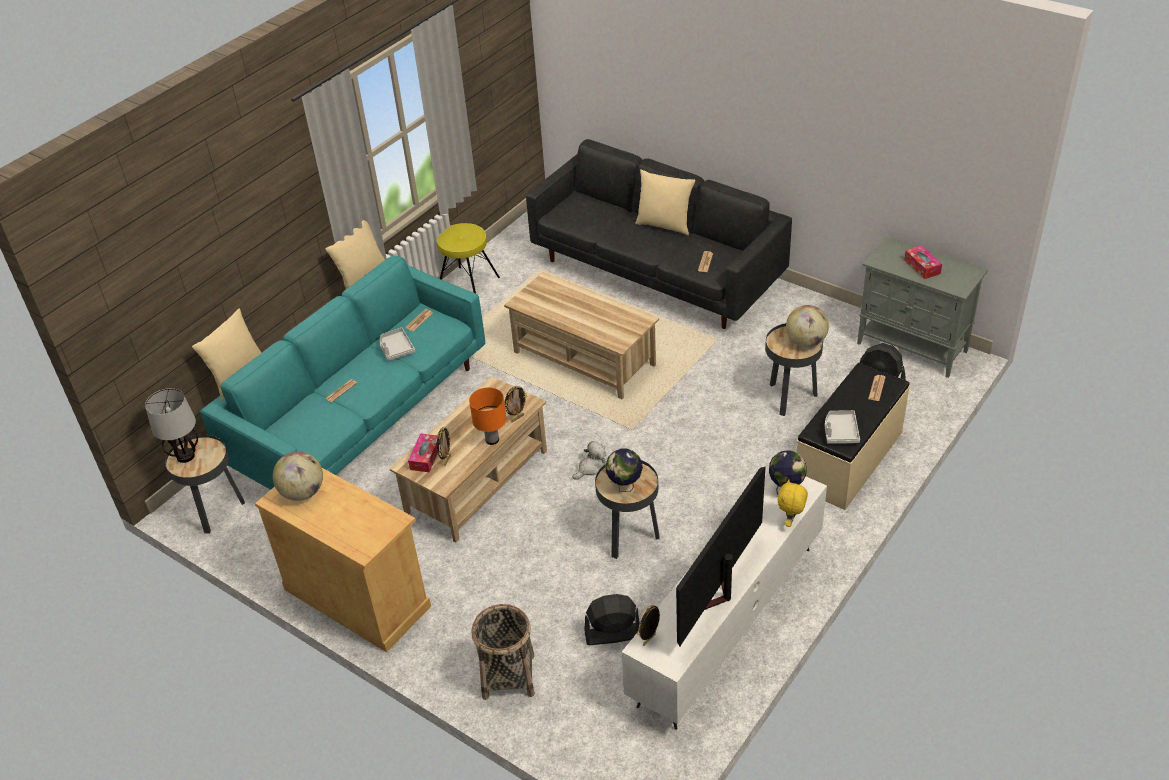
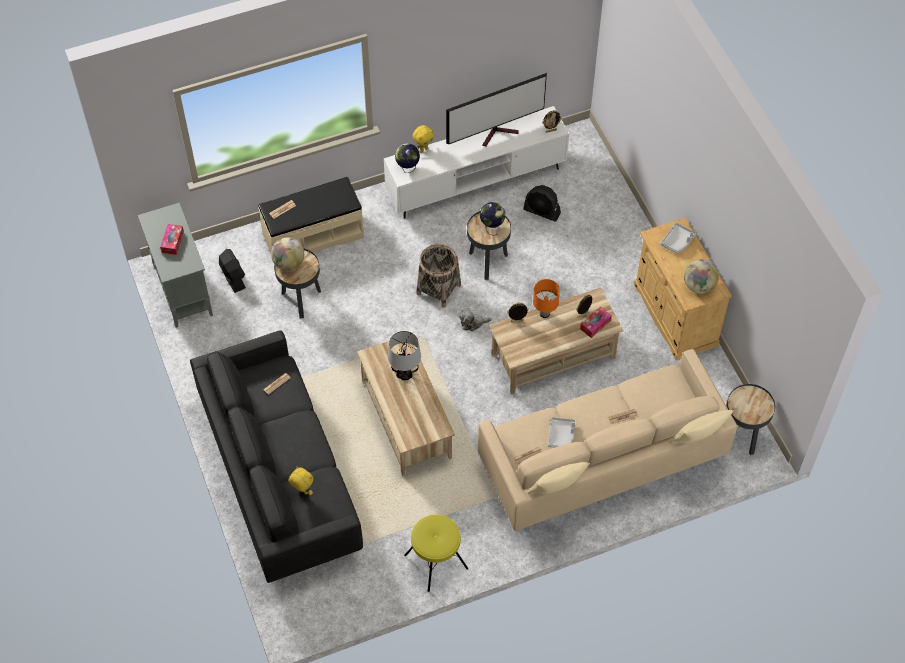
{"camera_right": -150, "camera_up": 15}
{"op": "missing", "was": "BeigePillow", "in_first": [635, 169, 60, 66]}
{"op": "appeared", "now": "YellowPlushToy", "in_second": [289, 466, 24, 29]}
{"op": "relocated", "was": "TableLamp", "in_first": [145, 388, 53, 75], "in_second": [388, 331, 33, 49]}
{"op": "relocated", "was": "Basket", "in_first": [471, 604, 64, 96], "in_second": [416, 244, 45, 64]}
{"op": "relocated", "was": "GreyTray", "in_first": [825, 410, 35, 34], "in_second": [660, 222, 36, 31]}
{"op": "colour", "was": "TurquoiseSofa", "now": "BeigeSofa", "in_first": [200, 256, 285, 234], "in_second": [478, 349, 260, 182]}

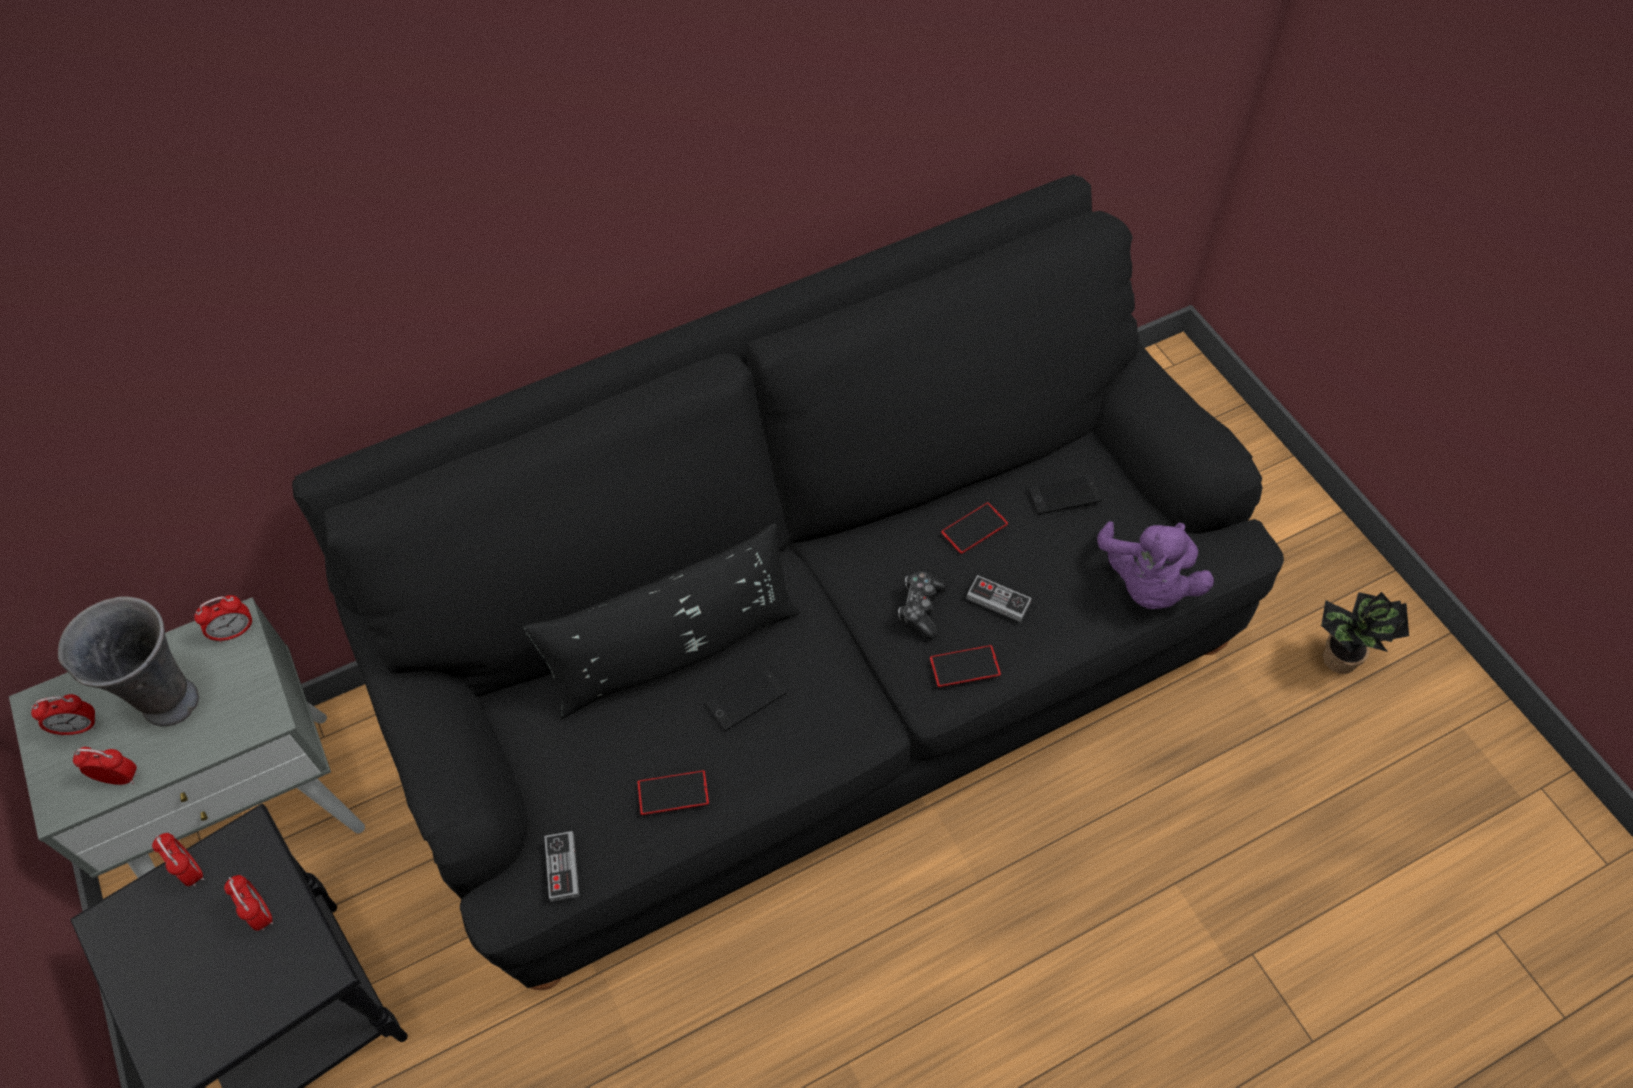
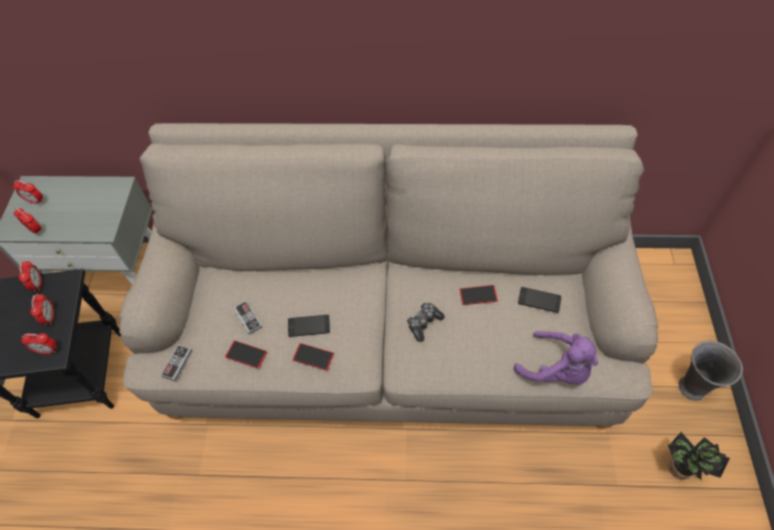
{"camera_right": 30, "camera_up": 0}
{"op": "missing", "was": "BlackPillow", "in_first": [523, 523, 277, 196]}
{"op": "relocated", "was": "GreyVase", "in_first": [58, 596, 141, 130], "in_second": [678, 341, 65, 59]}
{"op": "relocated", "was": "AlarmClock", "in_first": [194, 595, 58, 48], "in_second": [21, 333, 36, 21]}
{"op": "relocated", "was": "Phone", "in_first": [930, 645, 71, 42], "in_second": [292, 343, 42, 28]}
{"op": "relocated", "was": "GameController", "in_first": [966, 575, 66, 47], "in_second": [233, 301, 29, 34]}
{"op": "colour", "was": "BlackSofa", "now": "BeigeSofa", "in_first": [292, 174, 992, 816], "in_second": [119, 123, 539, 306]}
{"op": "spun", "was": "PurplePlushToy", "in_first": [1097, 521, 117, 88], "in_second": [514, 331, 84, 54], "clockwise": -90}

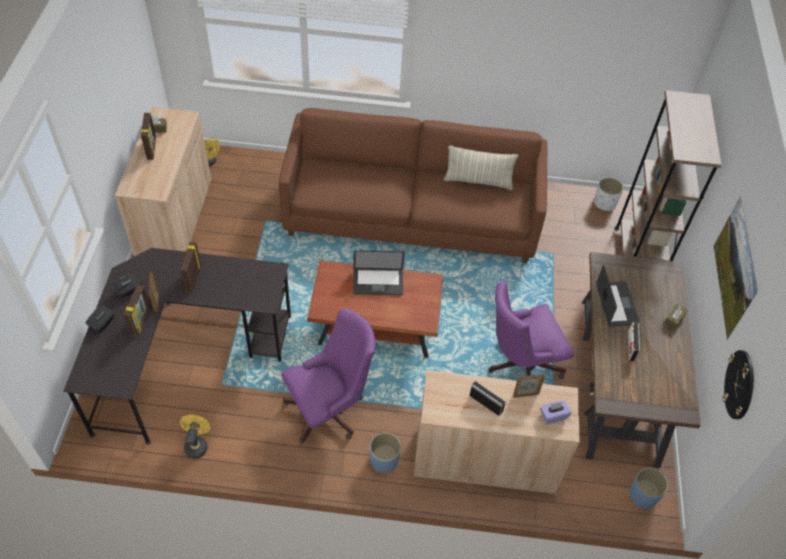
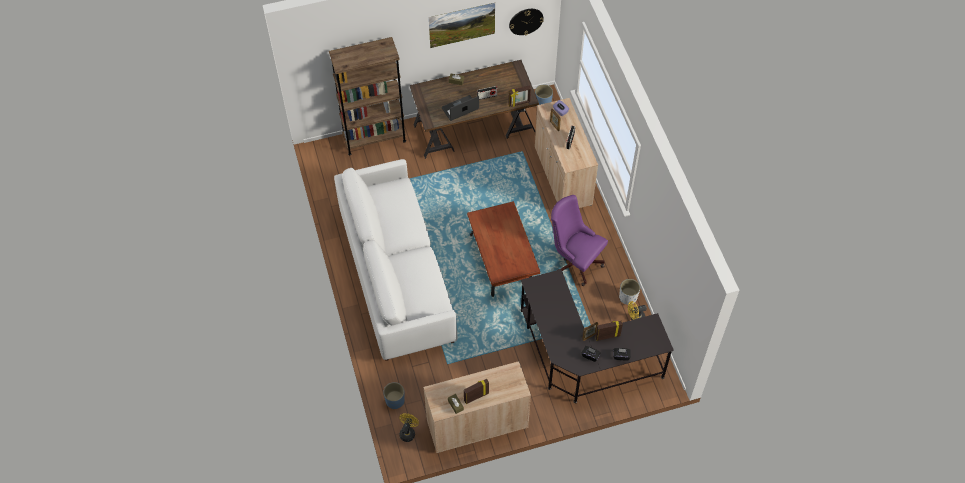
{"camera_right": -110, "camera_up": 5}
{"op": "missing", "was": "Laptop", "in_first": [353, 250, 52, 45]}
{"op": "missing", "was": "Pillow", "in_first": [443, 145, 76, 45]}
{"op": "missing", "was": "PurpleOfficeChair", "in_first": [488, 281, 86, 98]}
{"op": "relocated", "was": "PictureFrame", "in_first": [180, 241, 21, 51], "in_second": [508, 85, 23, 22]}
{"op": "relocated", "was": "BluePlanter", "in_first": [369, 432, 32, 41], "in_second": [383, 382, 22, 27]}
{"op": "relocated", "was": "WhitePlanter", "in_first": [594, 177, 30, 35], "in_second": [619, 279, 21, 26]}
{"op": "colour", "was": "BrownSofa", "now": "WhiteSofa", "in_first": [279, 108, 268, 155], "in_second": [334, 159, 123, 202]}

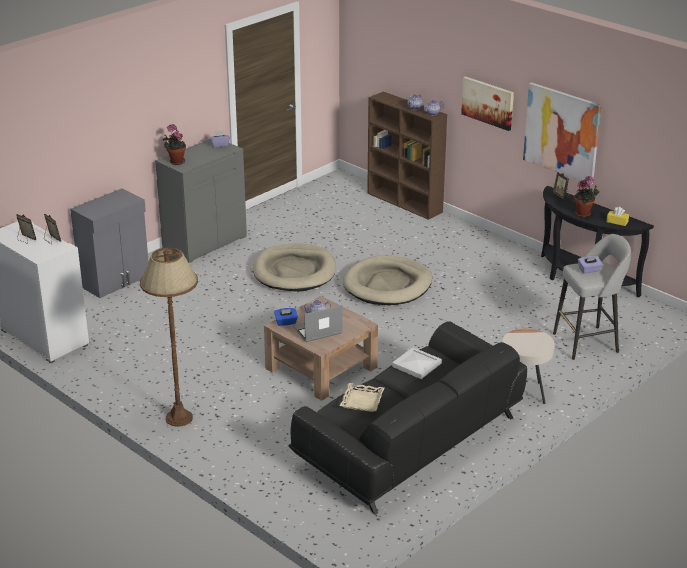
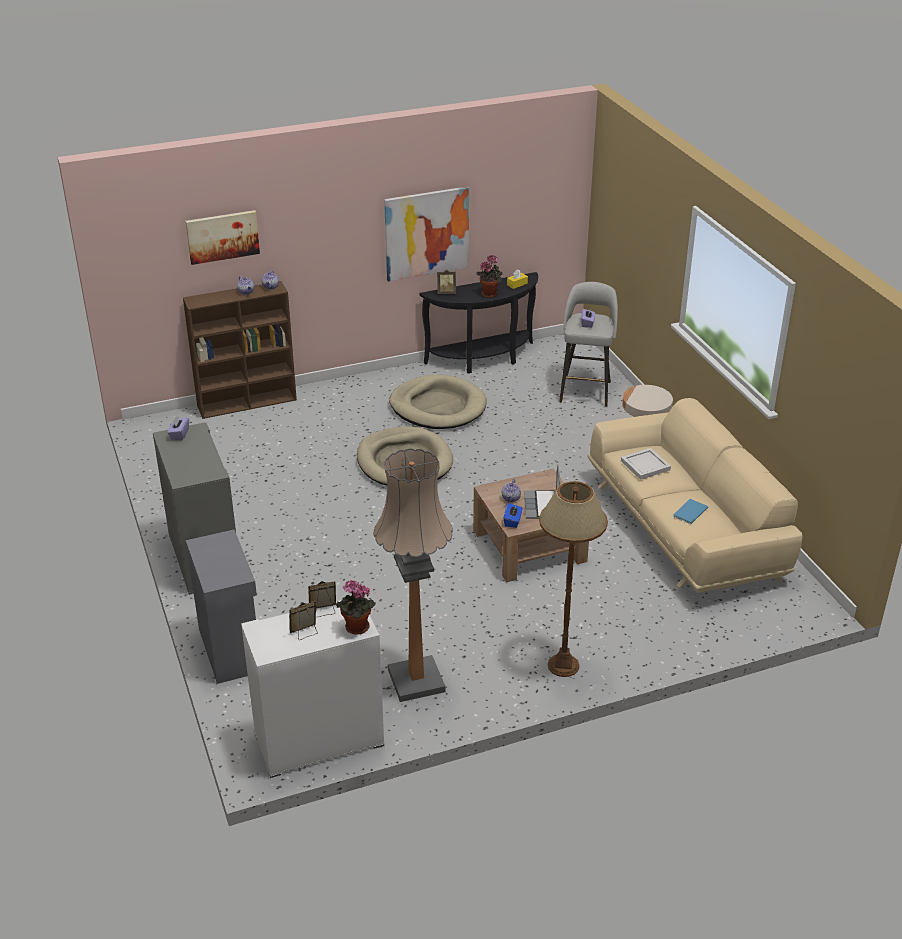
{"camera_right": -65, "camera_up": 5}
{"op": "appeared", "now": "FloorLamp", "in_second": [374, 448, 79, 254]}
{"op": "relocated", "was": "PottedPlant", "in_first": [162, 124, 24, 41], "in_second": [336, 580, 40, 55]}
{"op": "relocated", "was": "BeigeDogBed", "in_first": [253, 244, 83, 48], "in_second": [389, 375, 98, 54]}
{"op": "relocated", "was": "Picture", "in_first": [461, 76, 53, 55], "in_second": [185, 210, 75, 55]}
{"op": "exchanged", "was": "BeigeTray", "now": "BlueBook", "in_first": [339, 383, 45, 29], "in_second": [673, 499, 35, 25]}
{"op": "colour", "was": "BlackSofa", "now": "BeigeSofa", "in_first": [289, 321, 238, 193], "in_second": [588, 398, 215, 195]}

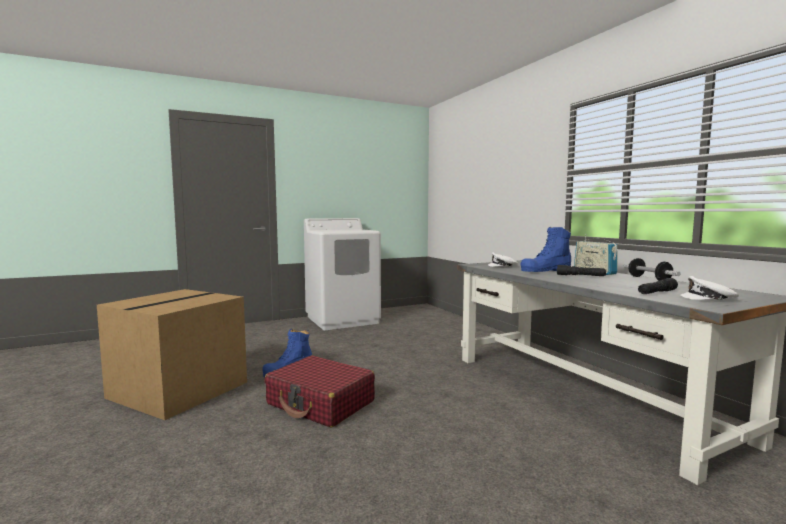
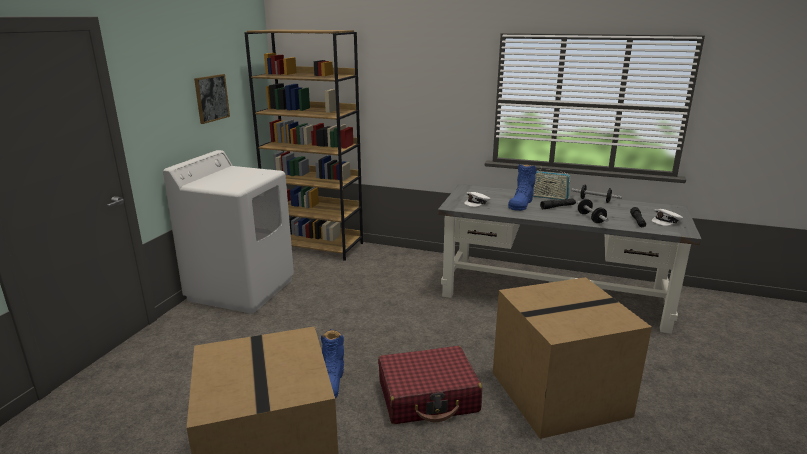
{"camera_right": -45, "camera_up": 15}
{"op": "appeared", "now": "Picture", "in_second": [194, 74, 36, 50]}
{"op": "appeared", "now": "BrownBookcase", "in_second": [244, 30, 119, 231]}
{"op": "appeared", "now": "CardboardBox", "in_second": [493, 277, 159, 162]}
{"op": "appeared", "now": "Dumbbell", "in_second": [577, 199, 31, 24]}

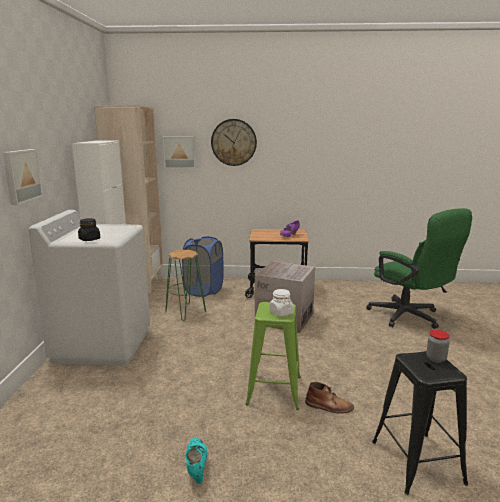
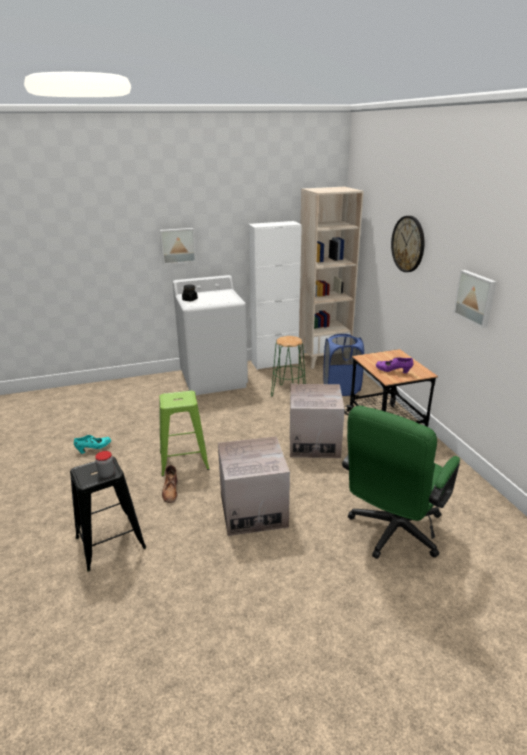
{"camera_right": 70, "camera_up": 10}
{"op": "missing", "was": "WhiteJar", "in_first": [269, 289, 24, 28]}
{"op": "appeared", "now": "CardboardBox", "in_second": [218, 436, 72, 100]}
{"op": "relocated", "was": "Picture", "in_first": [163, 136, 33, 33], "in_second": [454, 270, 43, 58]}

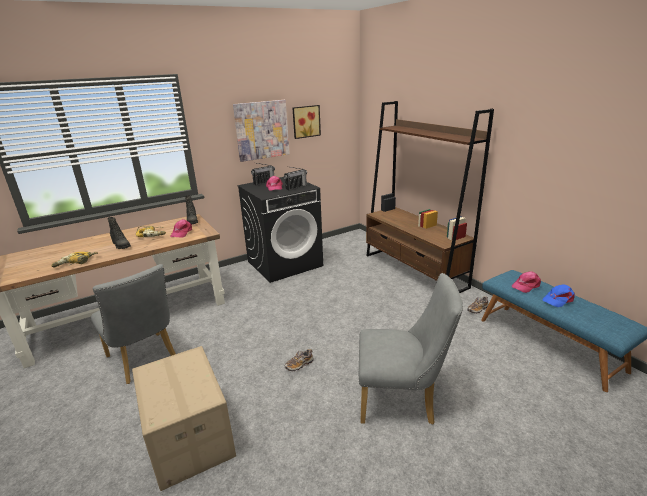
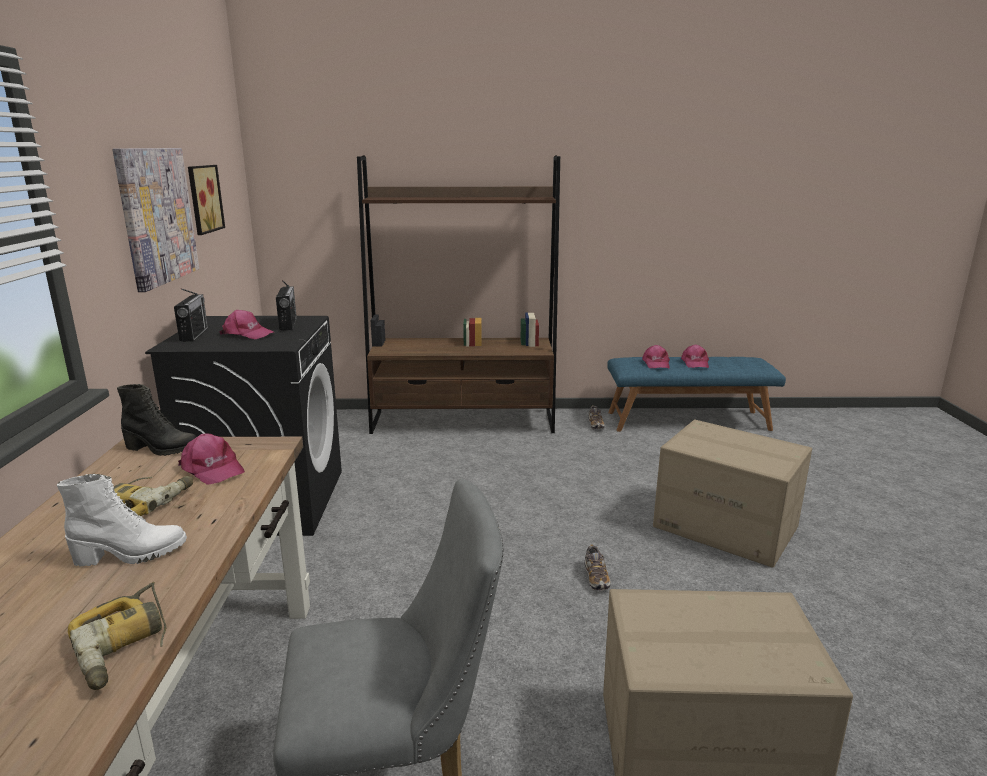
{"camera_right": -60, "camera_up": -5}
{"op": "exchanged", "was": "GreyChair", "now": "CardboardBox", "in_first": [359, 273, 104, 151], "in_second": [653, 420, 159, 148]}
{"op": "colour", "was": "BlackBoot", "now": "WhiteBoot", "in_first": [107, 217, 24, 32], "in_second": [57, 474, 130, 92]}
{"op": "colour", "was": "BlueCap", "now": "PinkCap", "in_first": [543, 284, 32, 23], "in_second": [681, 344, 28, 24]}

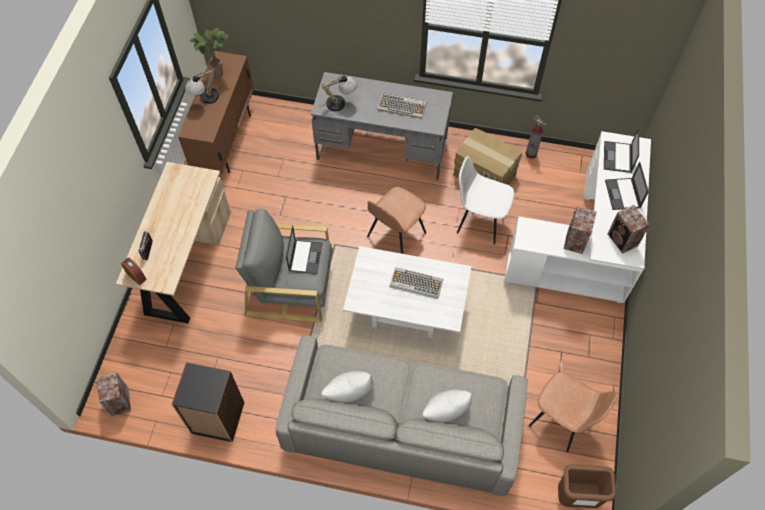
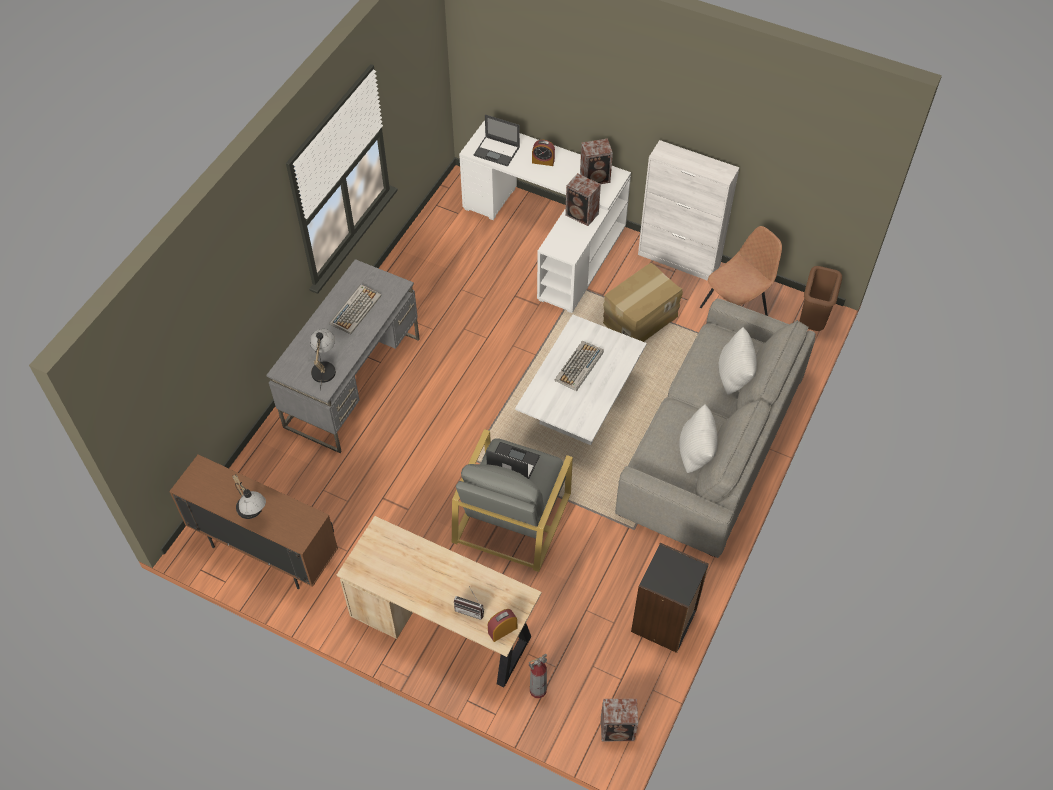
{"camera_right": -75, "camera_up": -5}
{"op": "missing", "was": "PottedPlant", "in_first": [190, 28, 39, 50]}
{"op": "missing", "was": "BrownChair", "in_first": [367, 187, 59, 67]}
{"op": "missing", "was": "WhiteChair", "in_first": [457, 156, 57, 88]}
{"op": "appeared", "now": "WhiteCabinet", "in_second": [638, 140, 101, 141]}
{"op": "relocated", "was": "CardboardBox", "in_first": [453, 128, 69, 57], "in_second": [603, 263, 80, 79]}
{"op": "relocated", "was": "FireExtinguisher", "in_first": [525, 115, 21, 44], "in_second": [529, 654, 18, 44]}
{"op": "exchanged", "was": "Laptop", "now": "AlarmClock", "in_first": [605, 162, 44, 48], "in_second": [532, 140, 23, 26]}

